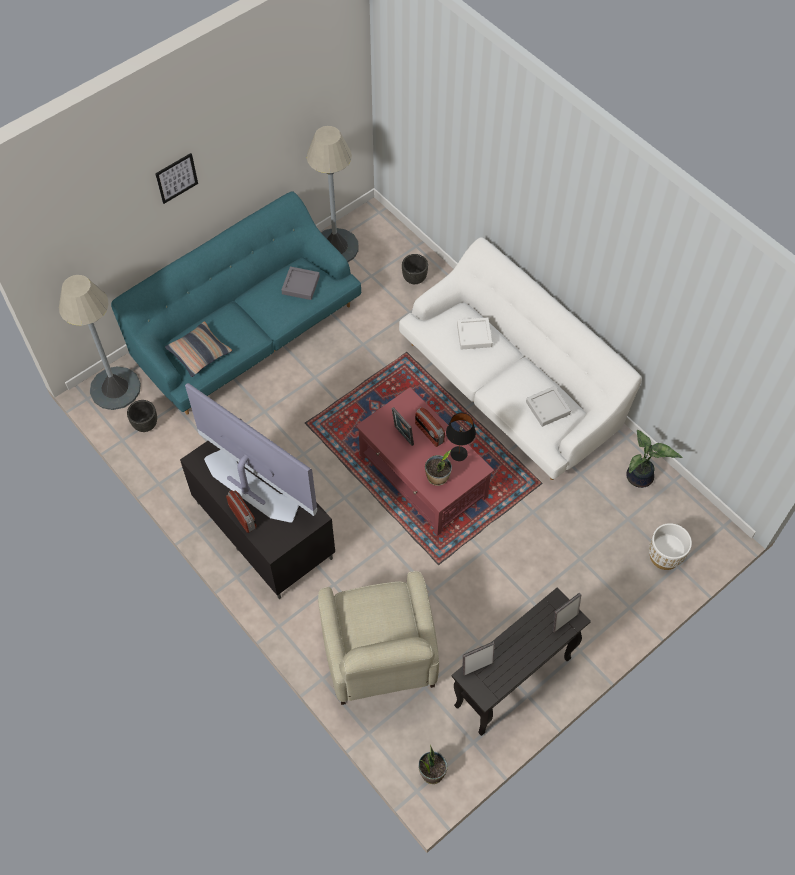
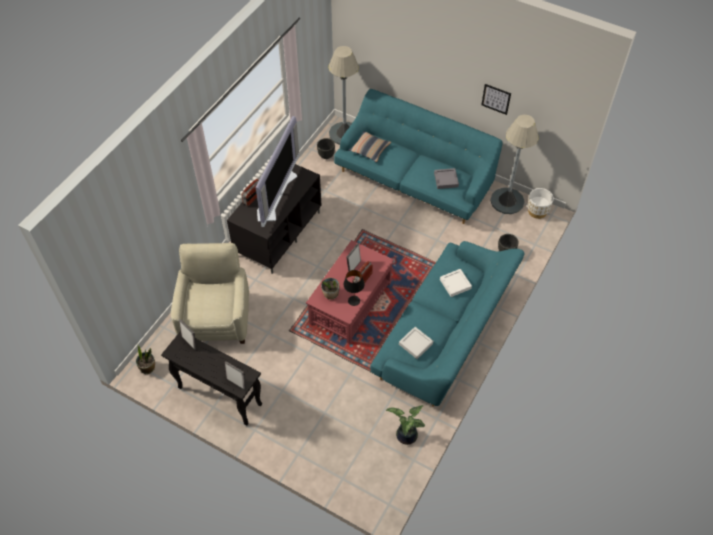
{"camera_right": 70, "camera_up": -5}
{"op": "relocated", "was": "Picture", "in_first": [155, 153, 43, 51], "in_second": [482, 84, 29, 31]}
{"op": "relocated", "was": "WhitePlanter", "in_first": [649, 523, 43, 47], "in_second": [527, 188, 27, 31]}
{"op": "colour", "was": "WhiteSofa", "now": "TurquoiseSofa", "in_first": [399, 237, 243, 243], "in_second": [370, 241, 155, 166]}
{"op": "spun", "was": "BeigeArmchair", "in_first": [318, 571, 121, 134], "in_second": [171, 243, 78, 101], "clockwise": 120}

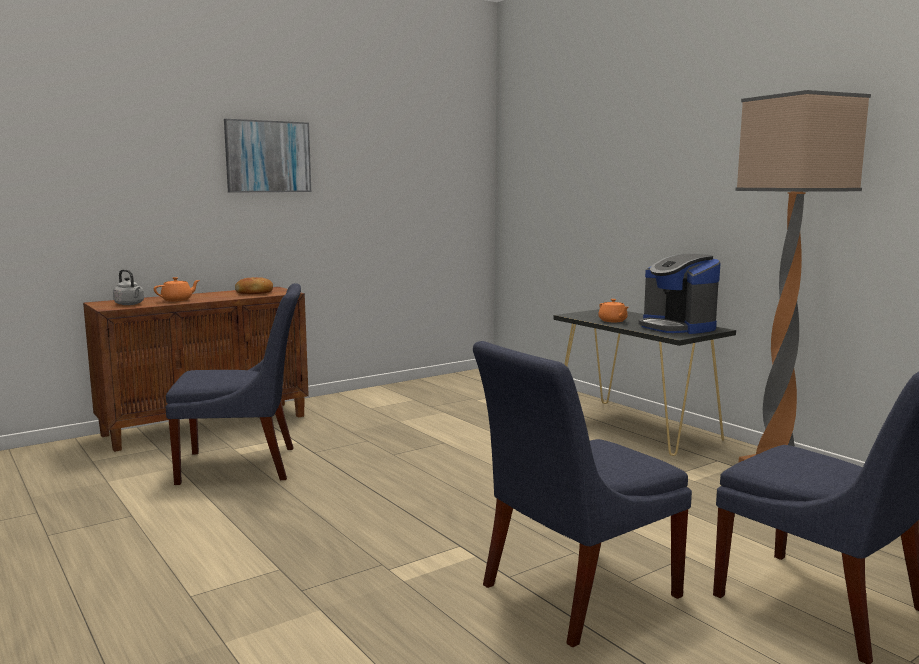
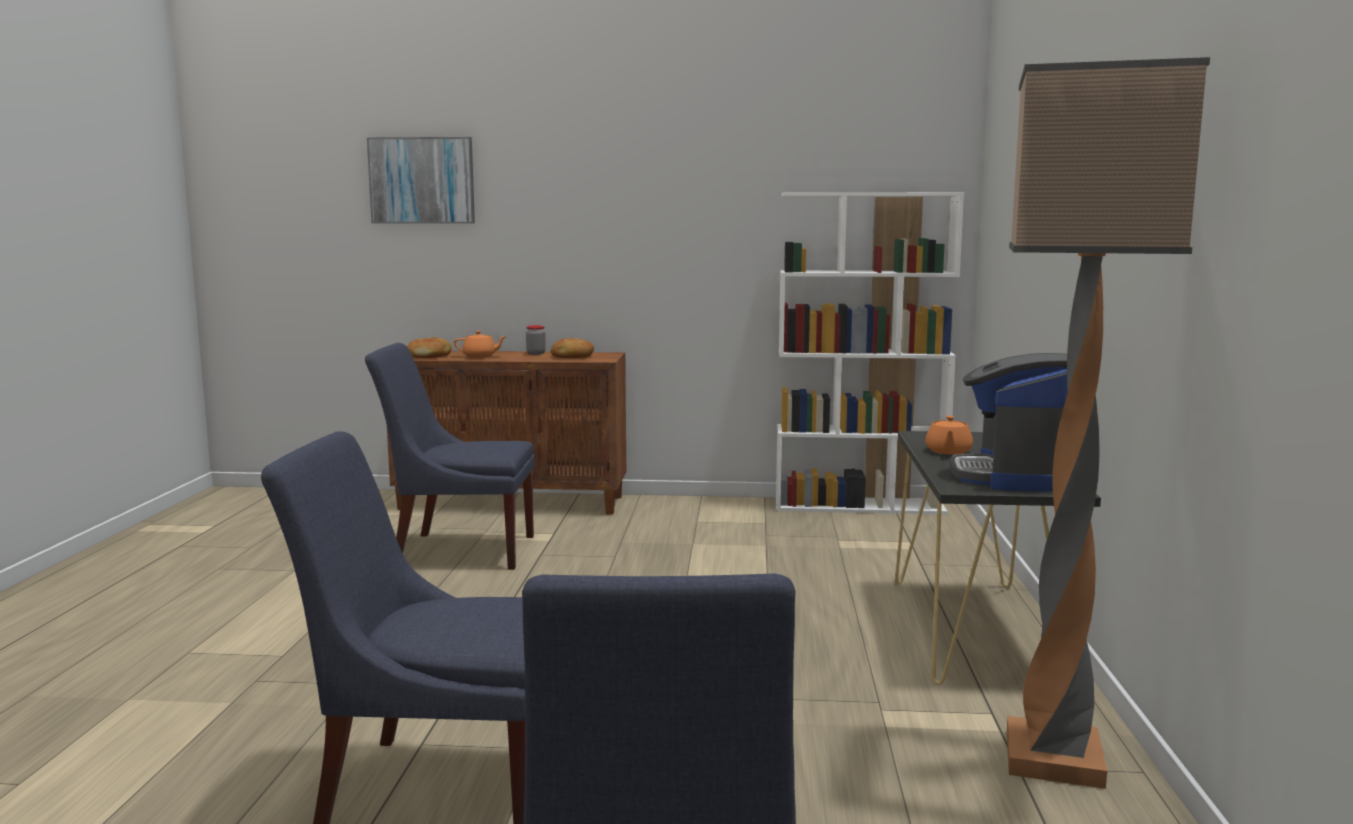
{"camera_right": 40, "camera_up": 0}
{"op": "appeared", "now": "Jar", "in_second": [526, 325, 20, 30]}
{"op": "appeared", "now": "WhiteBookcase", "in_second": [776, 192, 188, 323]}
{"op": "relocated", "was": "Picture", "in_first": [224, 119, 87, 74], "in_second": [367, 137, 108, 87]}
{"op": "exchanged", "was": "GreyKettle", "now": "Bread", "in_first": [113, 269, 31, 36], "in_second": [407, 337, 45, 21]}
{"op": "spun", "was": "BlueChair", "in_first": [165, 283, 136, 202], "in_second": [365, 343, 170, 227], "clockwise": 150}

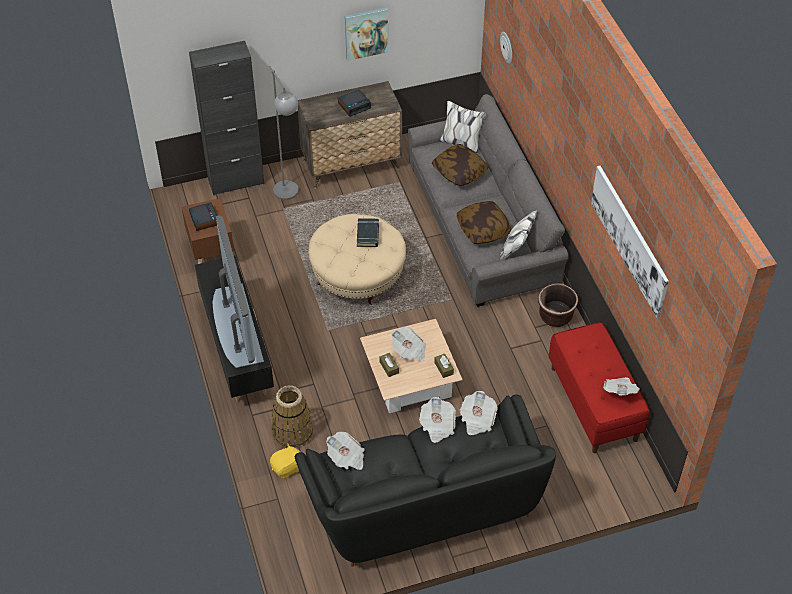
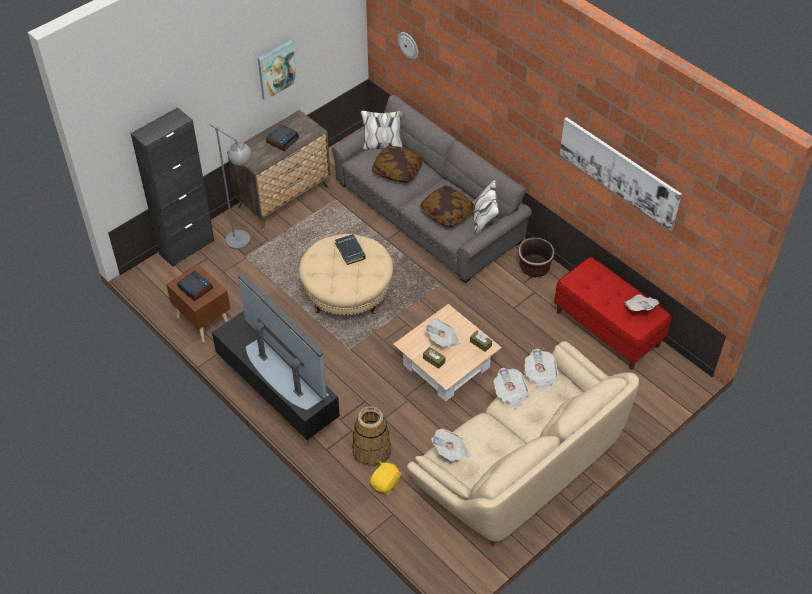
{"camera_right": -25, "camera_up": 0}
{"op": "colour", "was": "BlackSofa", "now": "BeigeSofa", "in_first": [295, 394, 261, 173], "in_second": [407, 341, 232, 205]}

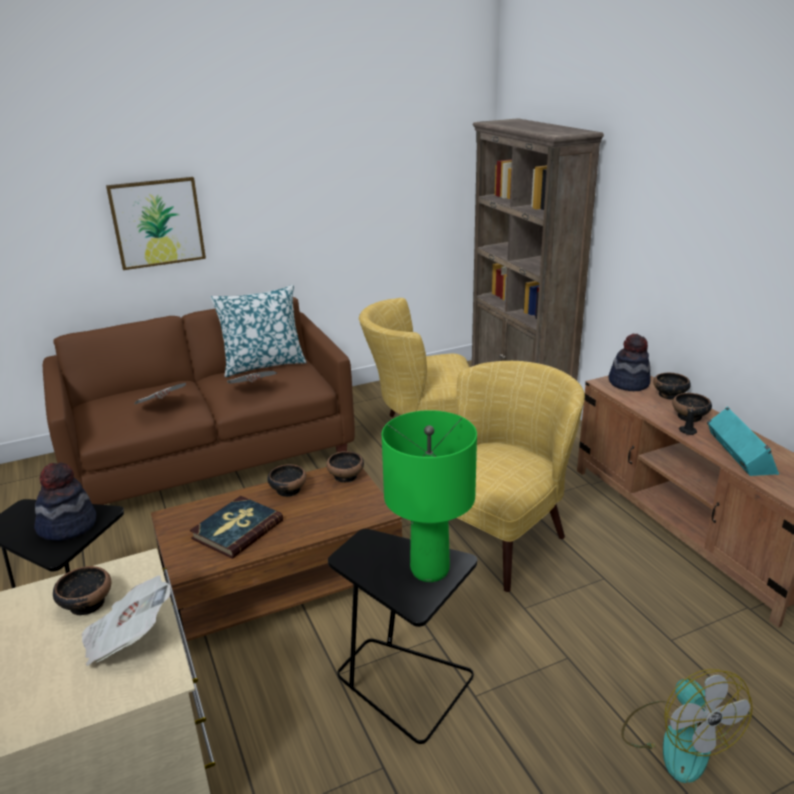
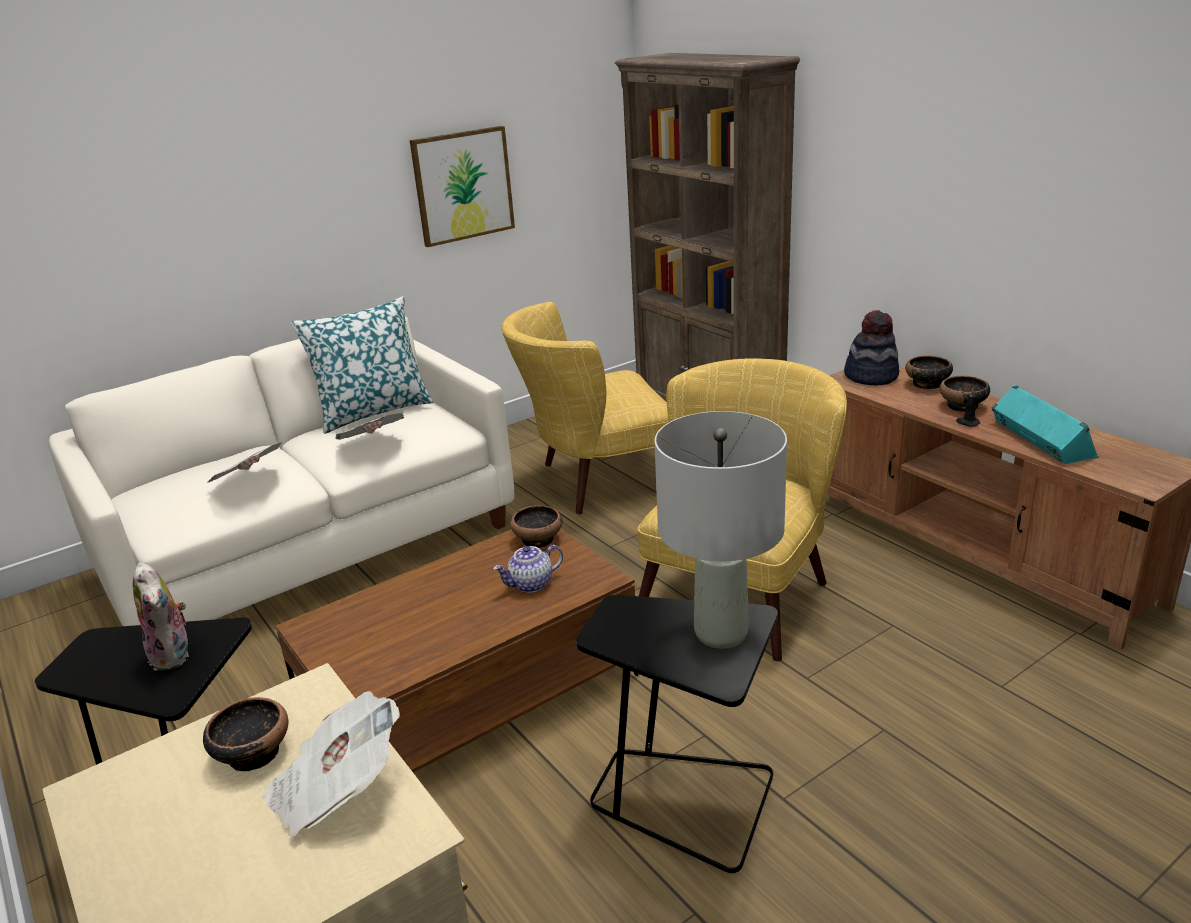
{"camera_right": -10, "camera_up": 0}
{"op": "missing", "was": "Book", "in_first": [190, 496, 93, 63]}
{"op": "missing", "was": "Bowl", "in_first": [267, 464, 40, 33]}
{"op": "missing", "was": "Fan", "in_first": [621, 669, 132, 114]}
{"op": "appeared", "now": "Teapot", "in_second": [493, 545, 70, 48]}
{"op": "relocated", "was": "Picture", "in_first": [106, 177, 100, 93], "in_second": [410, 126, 105, 121]}
{"op": "exchanged", "was": "Hat", "now": "PlushToy", "in_first": [34, 462, 62, 79], "in_second": [133, 562, 58, 109]}
{"op": "colour", "was": "BrownSofa", "now": "WhiteSofa", "in_first": [43, 297, 312, 208], "in_second": [49, 317, 466, 309]}
{"op": "colour", "was": "GreenTableLamp", "now": "GreyTableLamp", "in_first": [382, 410, 95, 172], "in_second": [654, 411, 133, 238]}

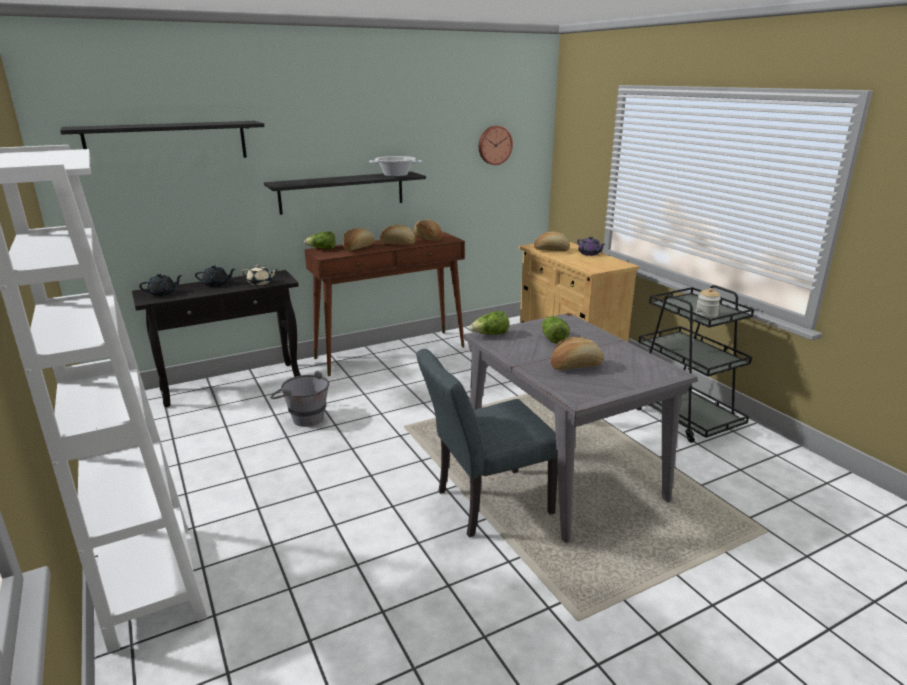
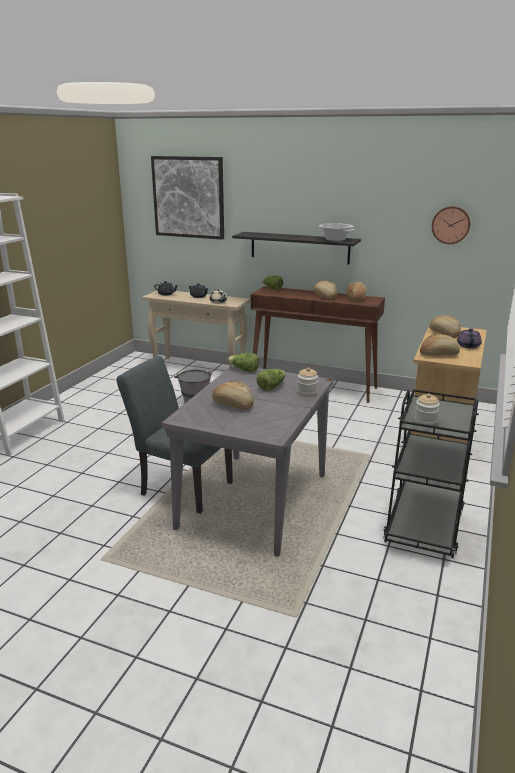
{"camera_right": 50, "camera_up": 0}
{"op": "appeared", "now": "Jar", "in_second": [297, 367, 21, 29]}
{"op": "relocated", "was": "Bread", "in_first": [343, 228, 32, 23], "in_second": [420, 334, 40, 22]}
{"op": "exchanged", "was": "BlackShelf", "now": "Picture", "in_first": [60, 121, 205, 45], "in_second": [151, 156, 73, 84]}
{"op": "colour", "was": "BlackConsoleTable", "now": "BeigeConsoleTable", "in_first": [132, 270, 168, 137], "in_second": [142, 291, 109, 75]}

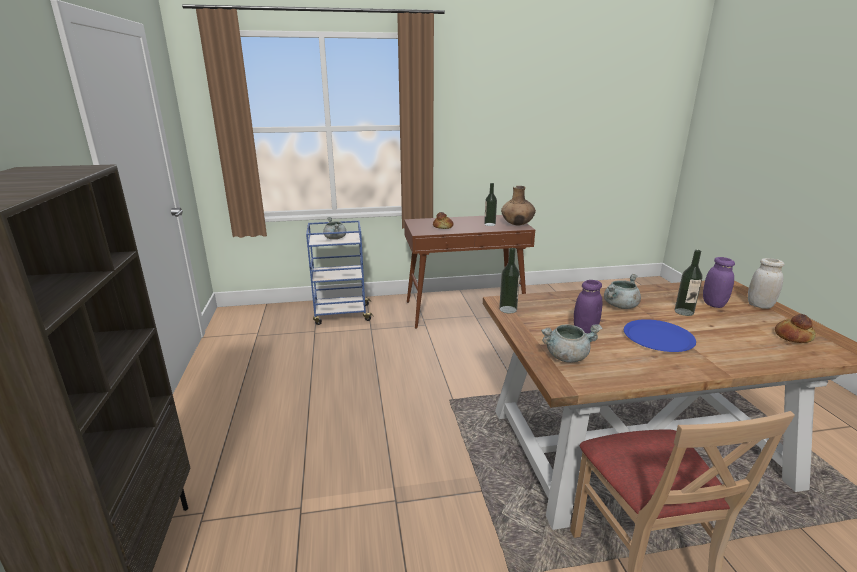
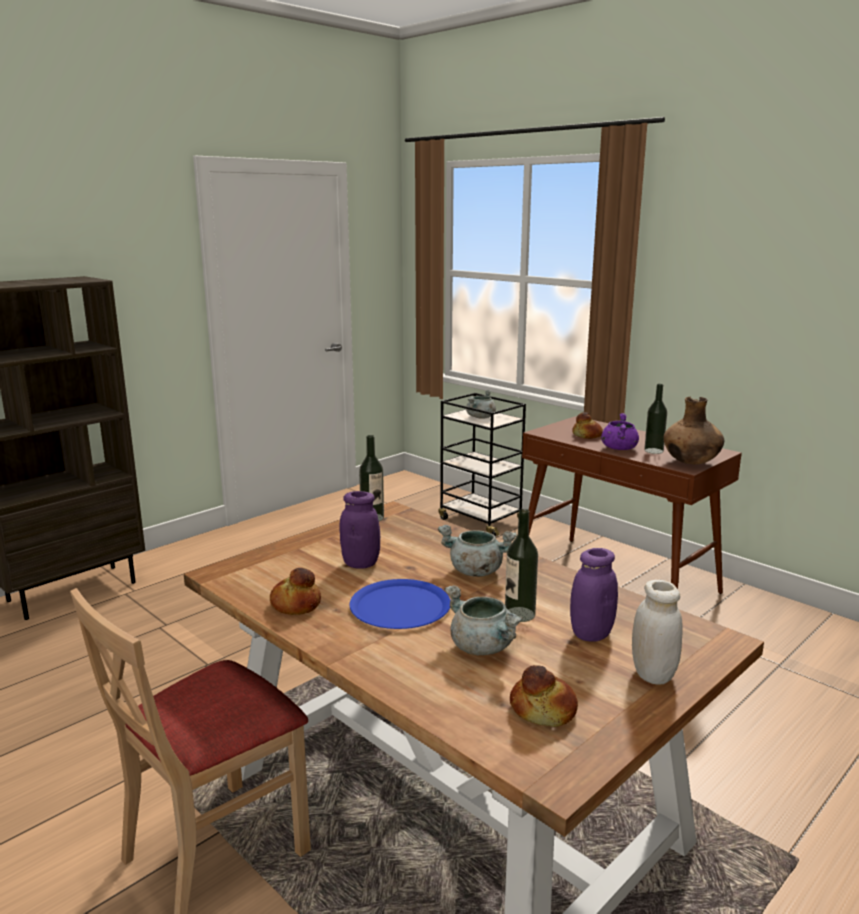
{"camera_right": 55, "camera_up": -5}
{"op": "appeared", "now": "Bread", "in_second": [270, 568, 51, 47]}
{"op": "appeared", "now": "PurpleCookingPot", "in_second": [601, 413, 38, 37]}
{"op": "relocated", "was": "GreyCookingPot", "in_first": [541, 324, 61, 39], "in_second": [444, 585, 79, 70]}
{"op": "colour", "was": "BlueCart", "now": "BlackCart", "in_first": [306, 221, 68, 104], "in_second": [438, 393, 88, 143]}

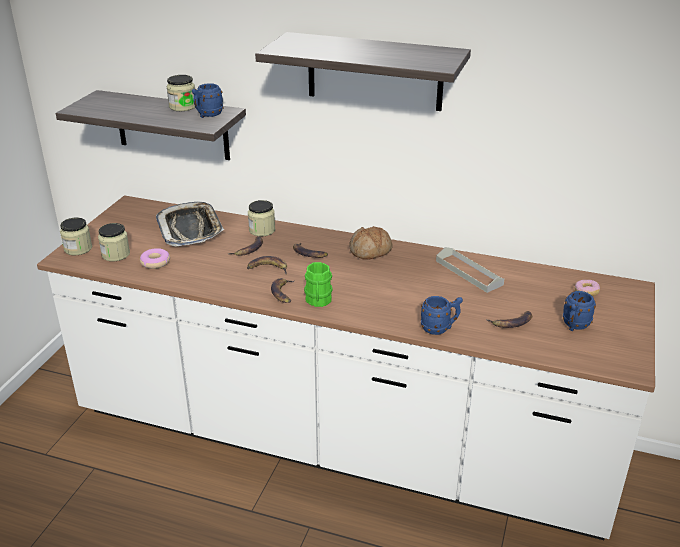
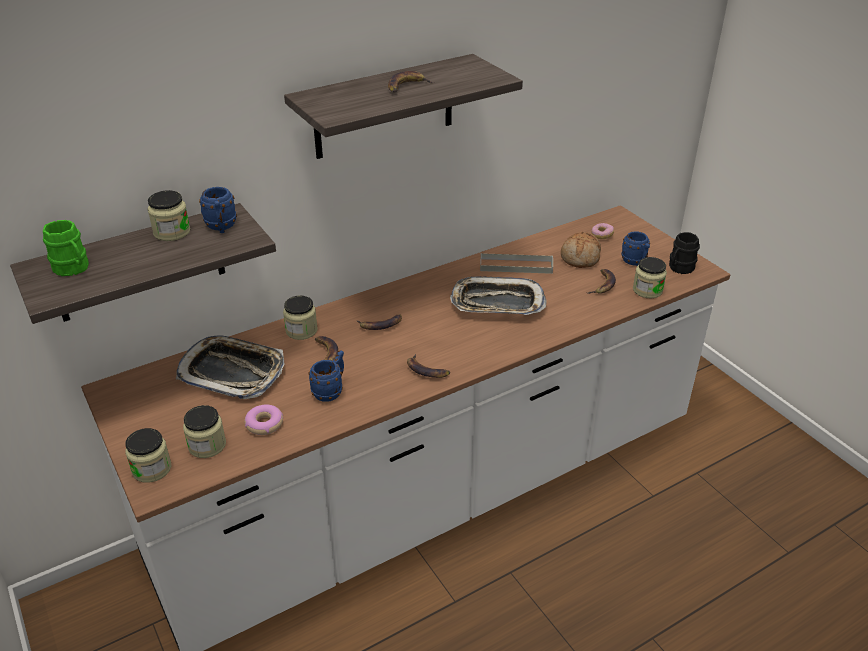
{"camera_right": -50, "camera_up": 5}
{"op": "appeared", "now": "Tray", "in_second": [450, 276, 97, 39]}
{"op": "appeared", "now": "Jar", "in_second": [633, 257, 34, 41]}
{"op": "appeared", "now": "BlackMug", "in_second": [669, 232, 31, 42]}
{"op": "relocated", "was": "Banana", "in_first": [247, 256, 40, 19], "in_second": [388, 71, 46, 22]}
{"op": "relocated", "was": "GreenMug", "in_first": [304, 262, 29, 45], "in_second": [43, 220, 46, 56]}
{"op": "relocated", "was": "Bread", "in_first": [349, 226, 44, 34], "in_second": [561, 232, 40, 36]}
{"op": "relocated", "was": "BlueMug", "in_first": [420, 296, 43, 39], "in_second": [308, 350, 36, 52]}

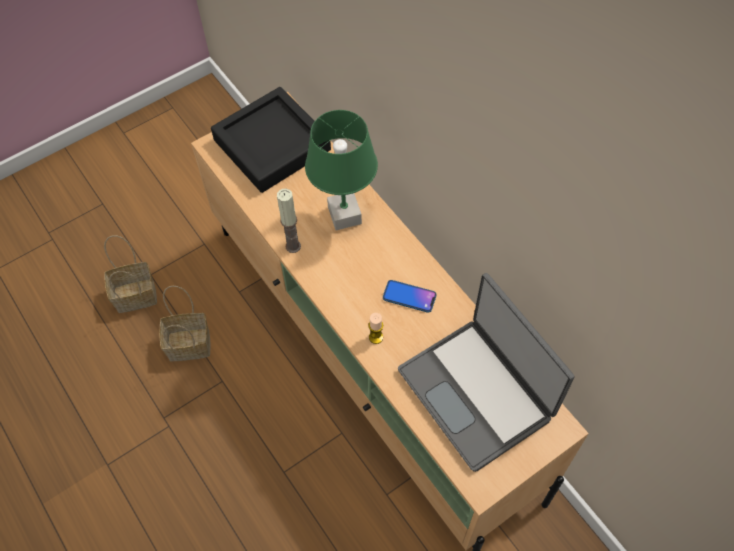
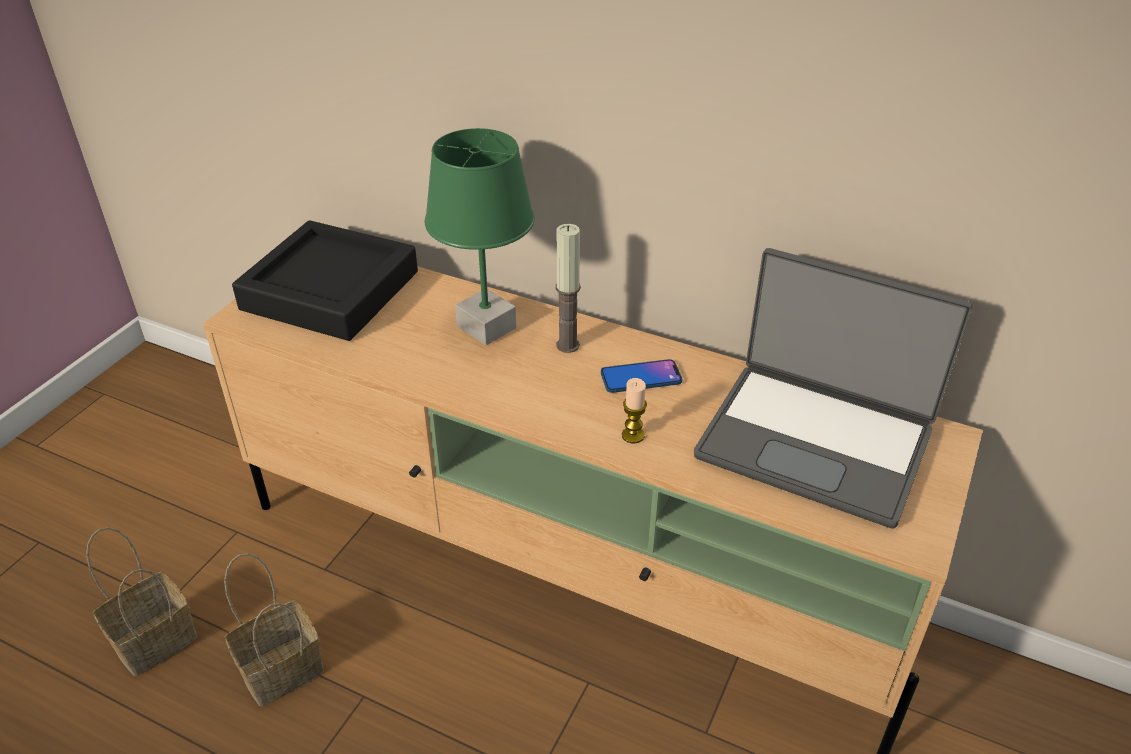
{"camera_right": -30, "camera_up": -20}
{"op": "relocated", "was": "Candle", "in_first": [277, 189, 24, 64], "in_second": [556, 224, 25, 129]}

